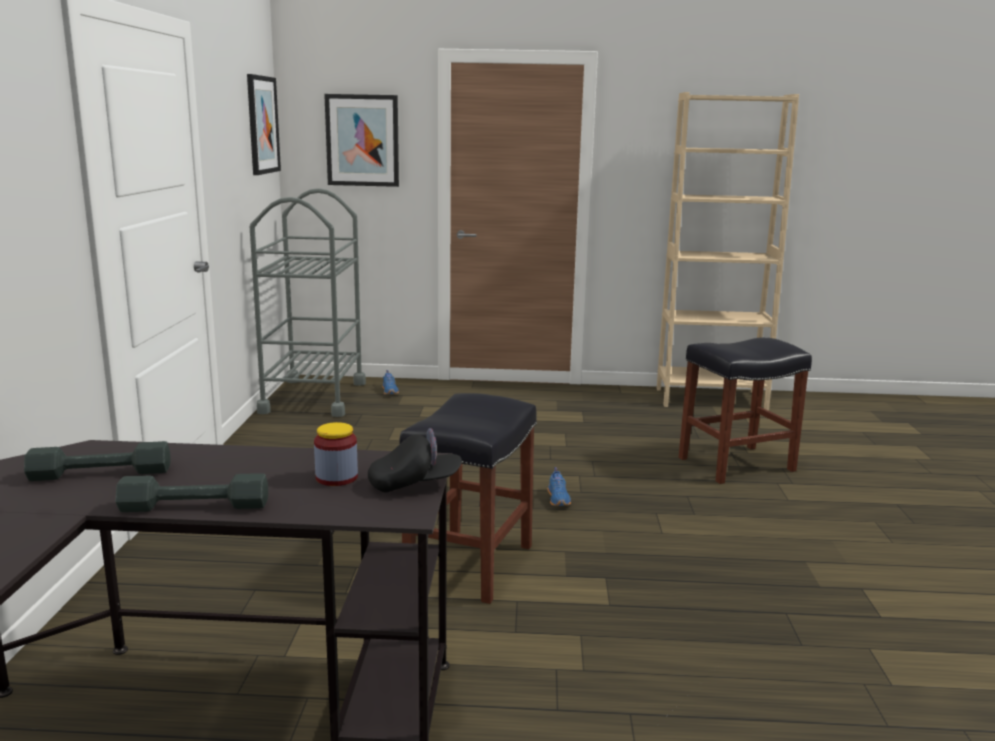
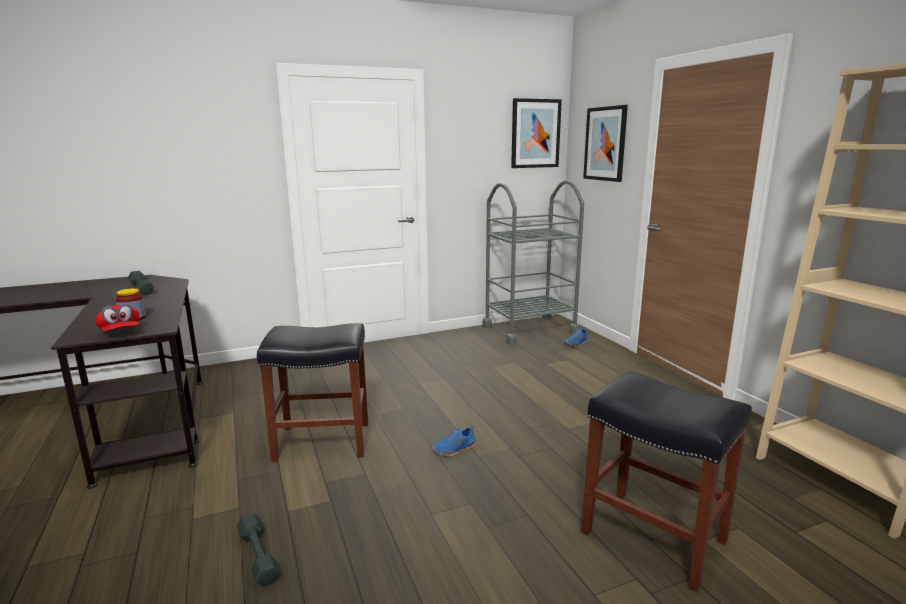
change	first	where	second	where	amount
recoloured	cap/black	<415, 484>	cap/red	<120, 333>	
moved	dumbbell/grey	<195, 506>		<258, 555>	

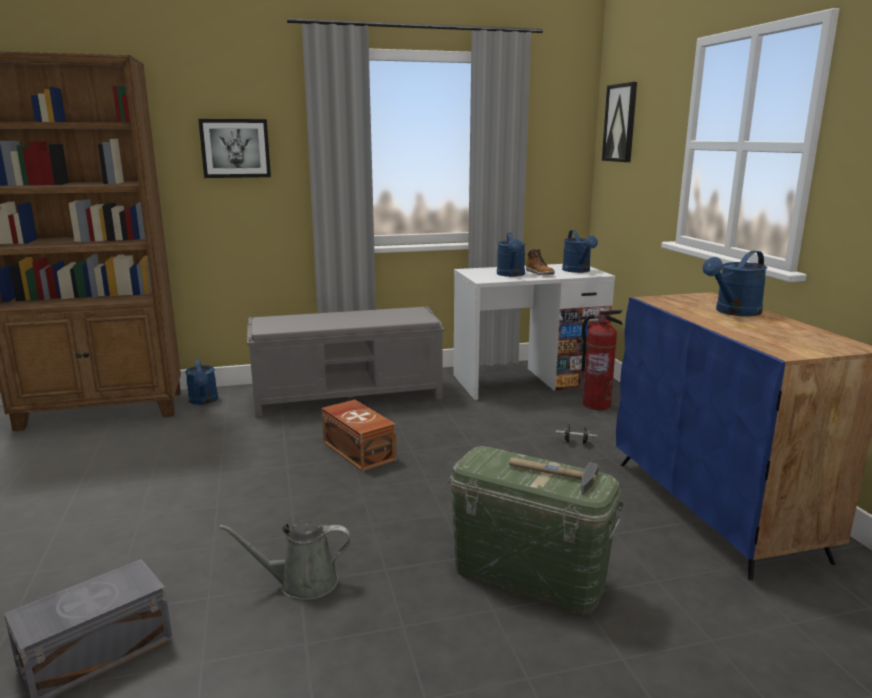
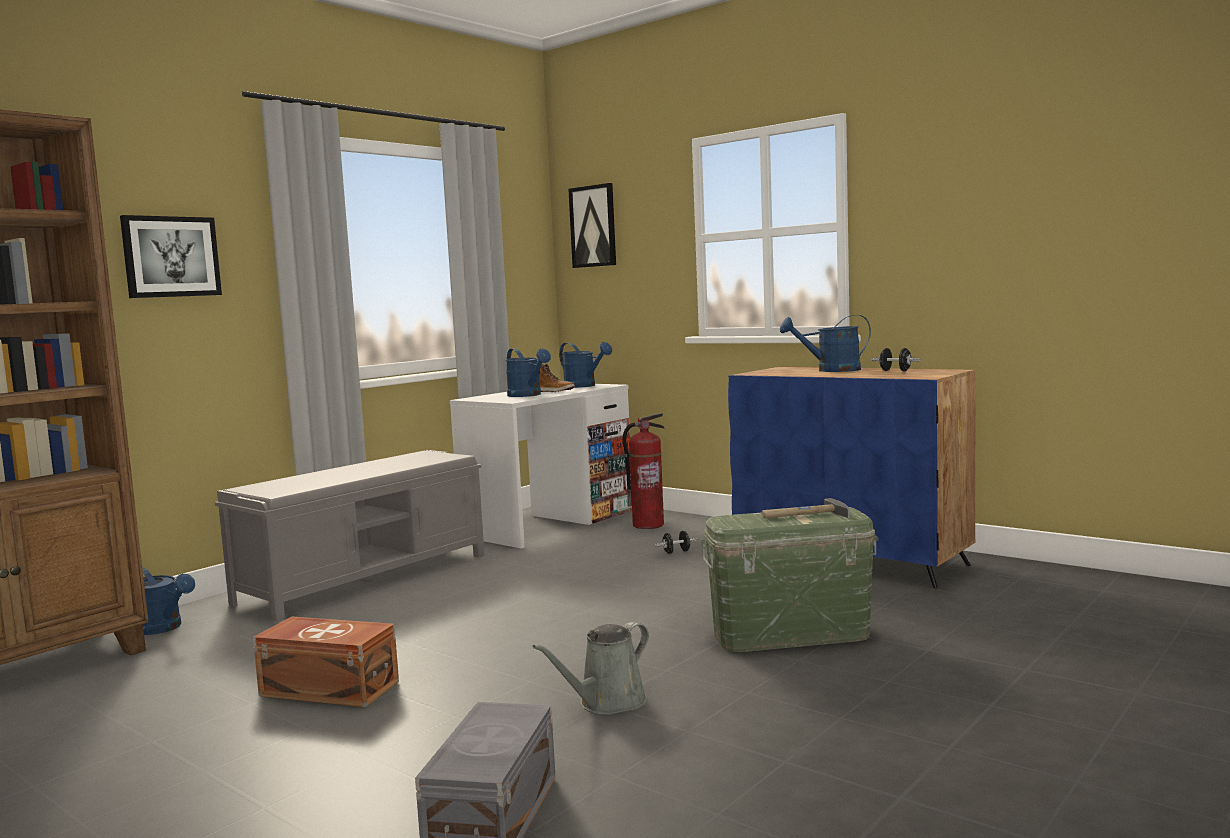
change	first	where	second	where	amount
moved	storage box/brown	<359, 450>		<329, 688>	
turned	watering can/blue	<733, 312>		<830, 370>	75 degrees clockwise
added			dumbbell/black	<895, 371>	

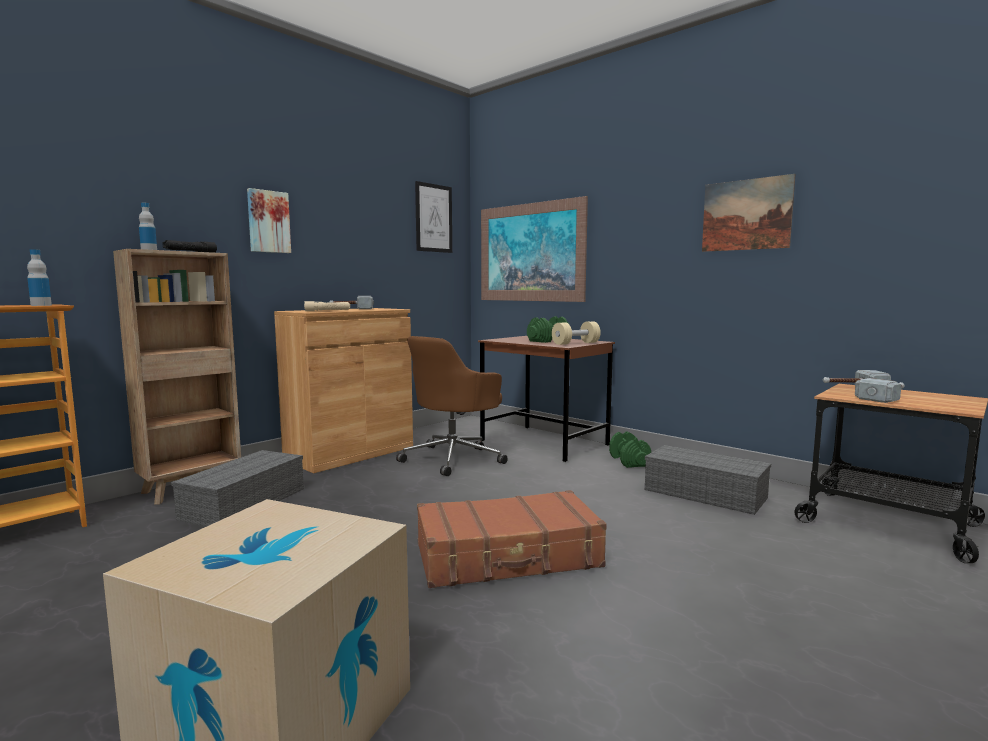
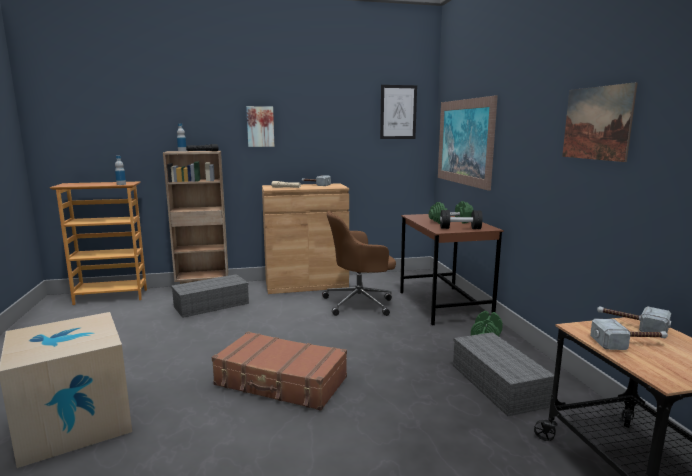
change	first	where	second	where	amount
recoloured	dumbbell/beige	<575, 343>	dumbbell/black	<460, 228>	

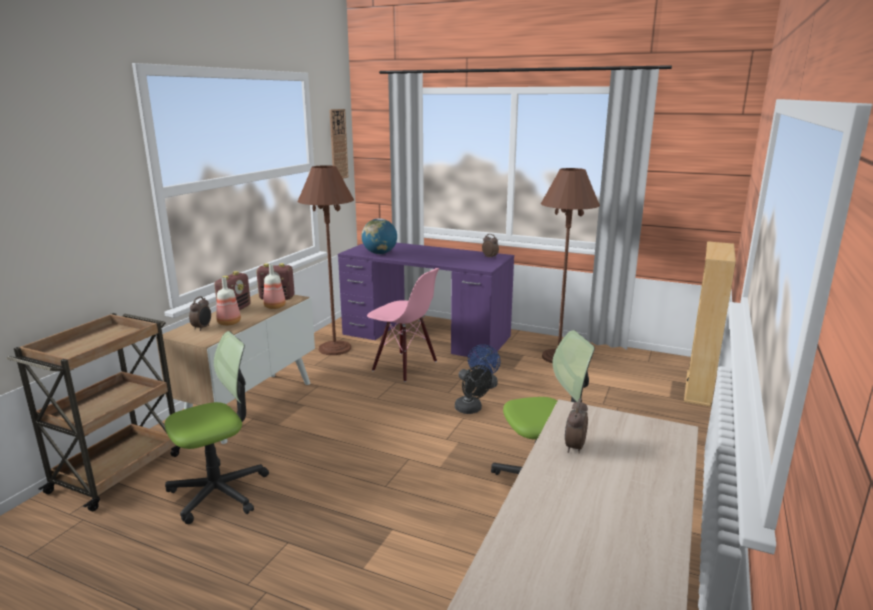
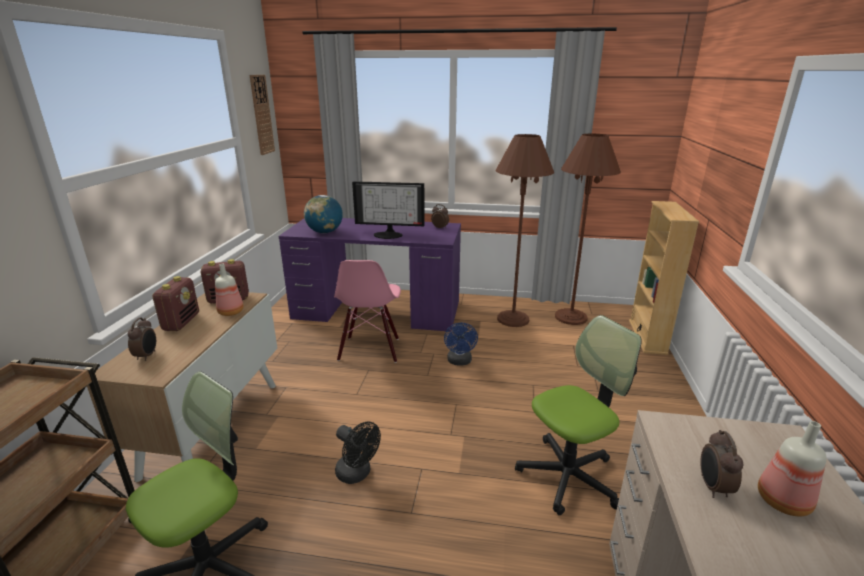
change	first	where	second	where	amount
turned	chair/pink	<404, 366>		<370, 350>	75 degrees clockwise
moved	fan/black	<471, 410>		<357, 474>	
added			monitor	<389, 234>	
moved	floor lamp/brown	<335, 348>		<571, 317>	
moved	bottle	<228, 323>		<781, 501>	

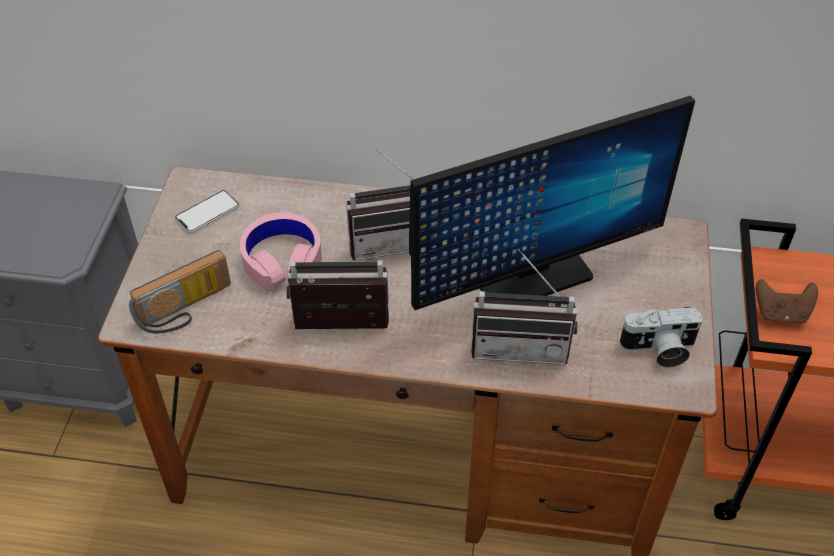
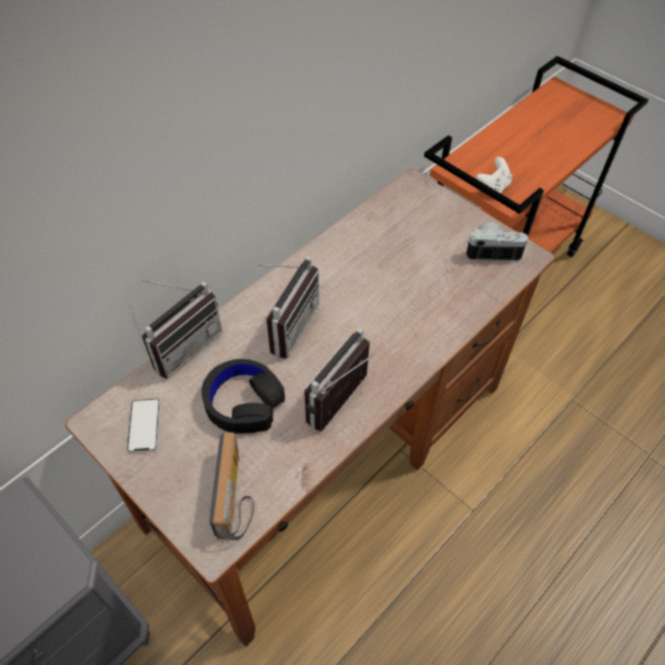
change	first	where	second	where	amount
moved	radio	<521, 345>		<183, 345>	
recoloured	headphones/pink	<282, 260>	headphones/black	<243, 402>	
turned	photo camera	<659, 350>		<492, 250>	120 degrees counterclockwise
recoloured	game controller/brown	<781, 314>	game controller/white	<493, 187>	
removed	monitor	<531, 276>			

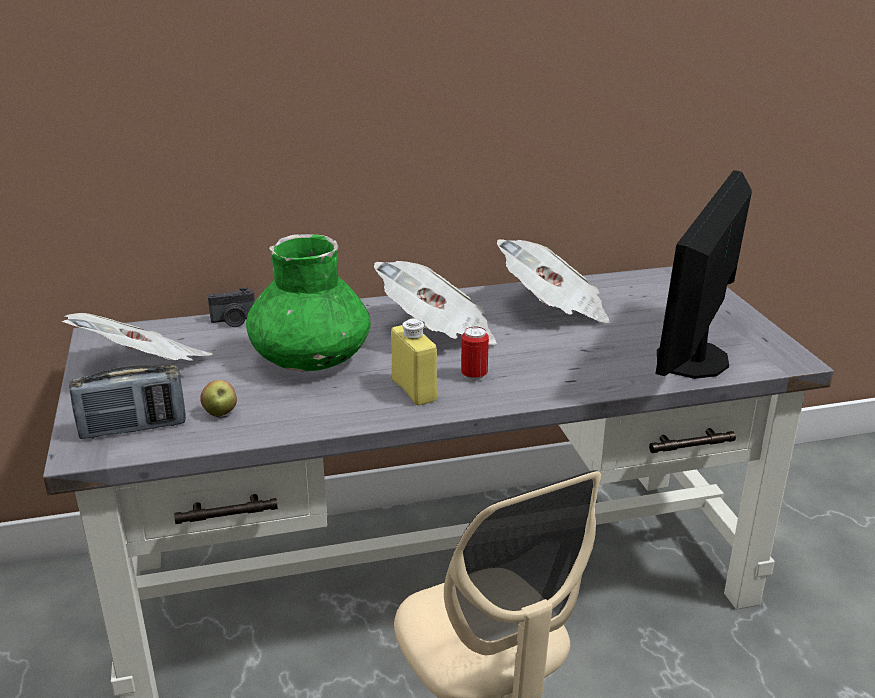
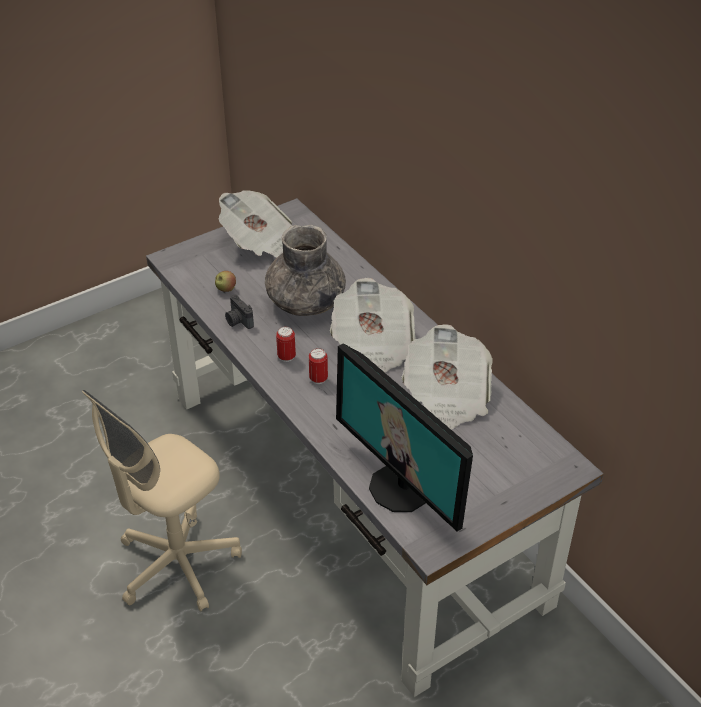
change	first	where	second	where	amount
moved	photo camera	<234, 321>		<238, 321>	
recoloured	vase/green	<310, 359>	vase/grey	<305, 302>	
replaced	bottle/yellow	<414, 390>	can	<286, 357>	
turned	monitor	<694, 360>		<400, 488>	135 degrees counterclockwise
removed	radio	<133, 428>			

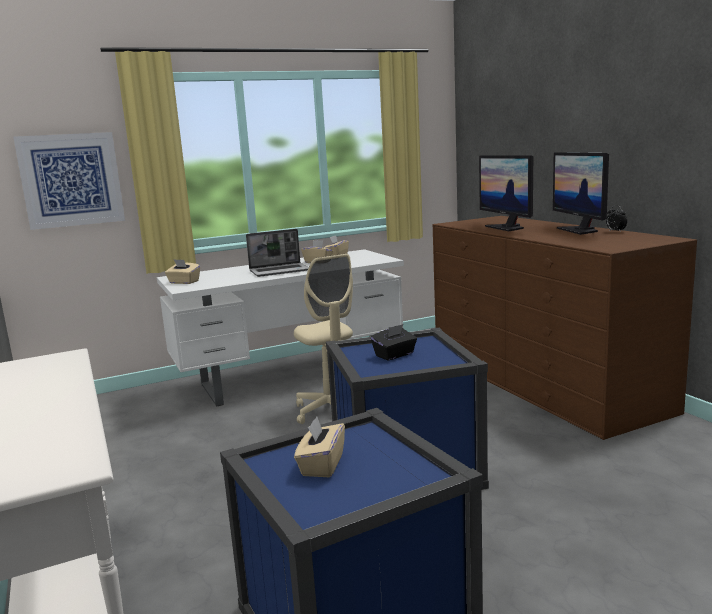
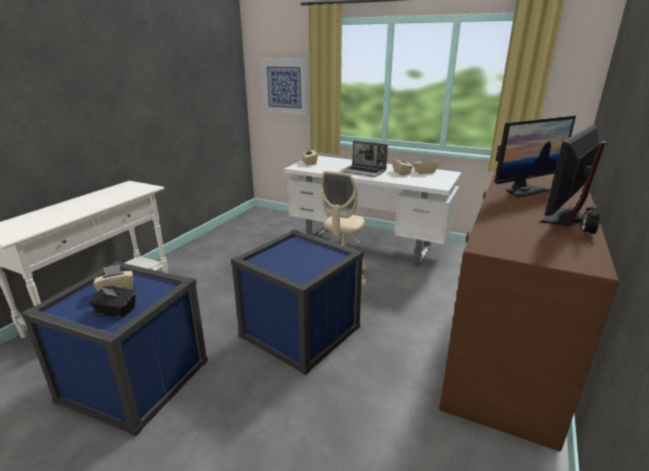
change	first	where	second	where	amount
moved	tissue box/black	<395, 355>		<115, 311>	
turned	monitor	<507, 227>		<524, 190>	150 degrees counterclockwise

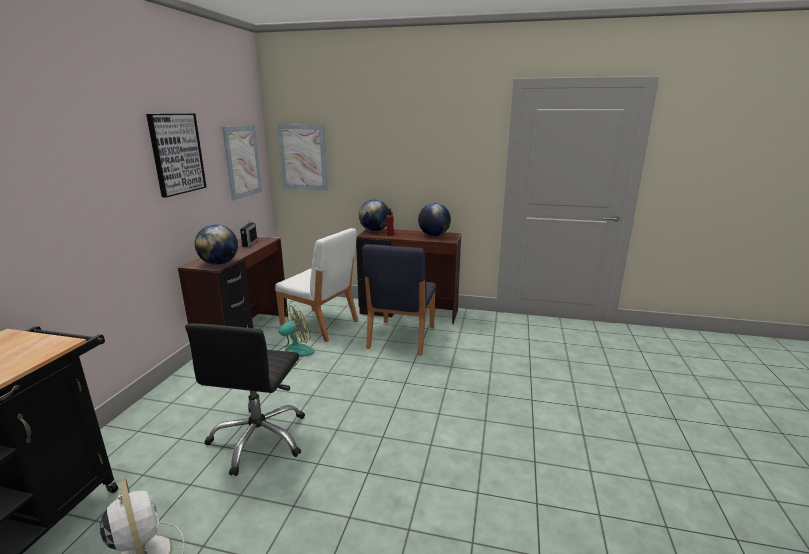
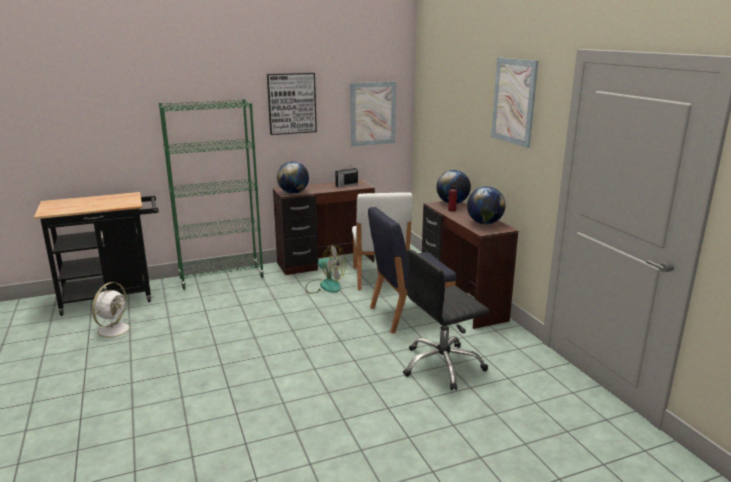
change	first	where	second	where	amount
added			bookcase/green	<221, 278>	
moved	office chair/black	<259, 439>		<442, 366>	
moved	picture	<303, 157>		<514, 101>	

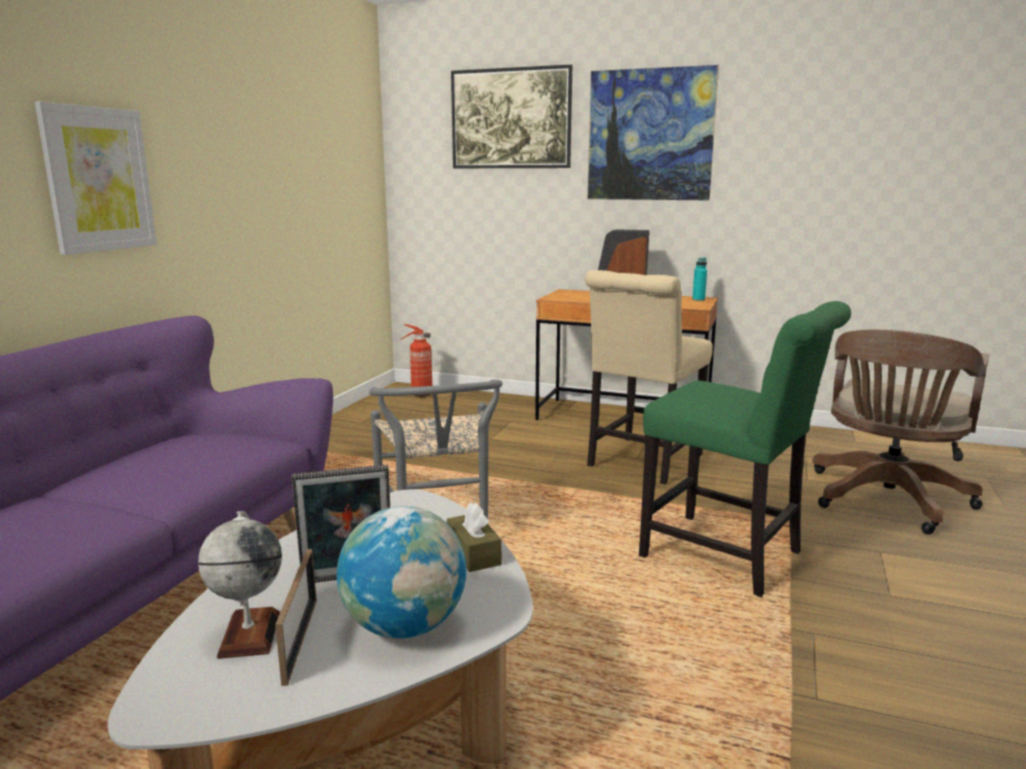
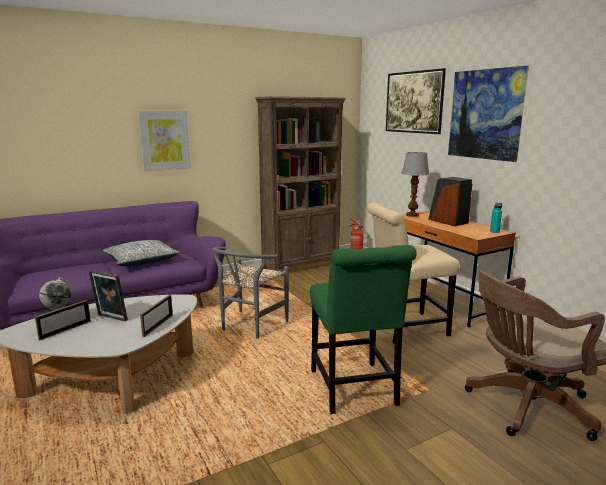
change	first	where	second	where	amount
added			pillow	<142, 261>	
replaced	tissue box/brown	<473, 553>	picture frame	<158, 325>	
added			bookcase/brown	<301, 266>	
added			table lamp	<413, 215>	
removed	globe	<405, 626>			

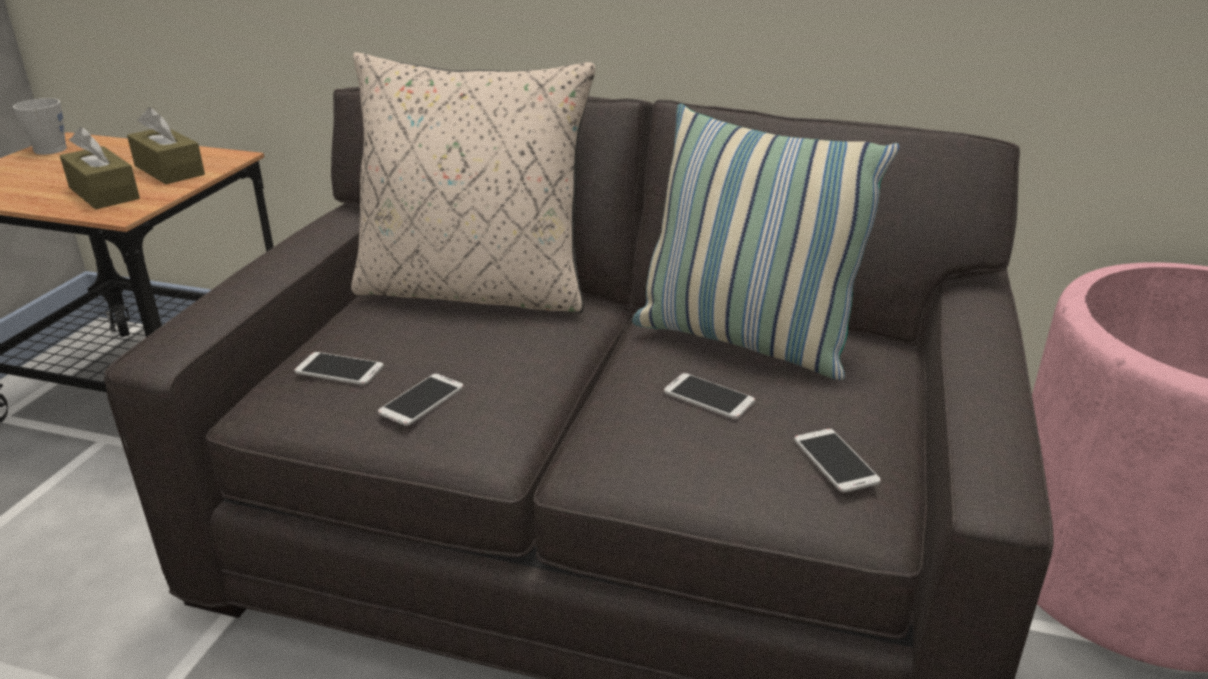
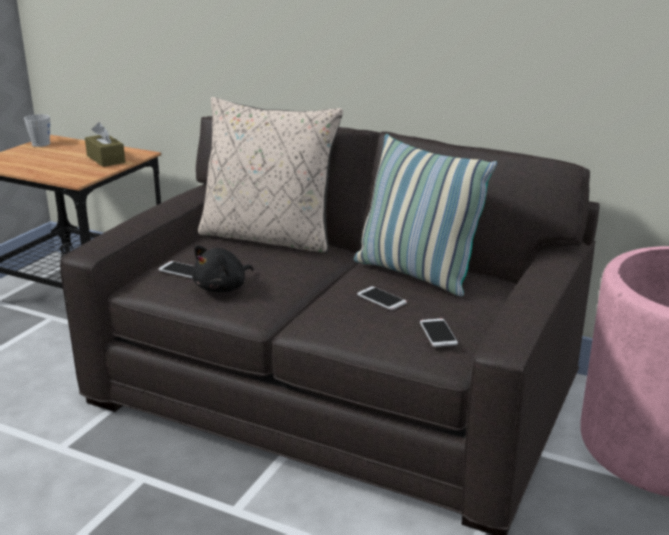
change	first	where	second	where	amount
replaced	phone	<421, 400>	plush toy/black	<223, 288>	
removed	tissue box/brown	<104, 193>			

